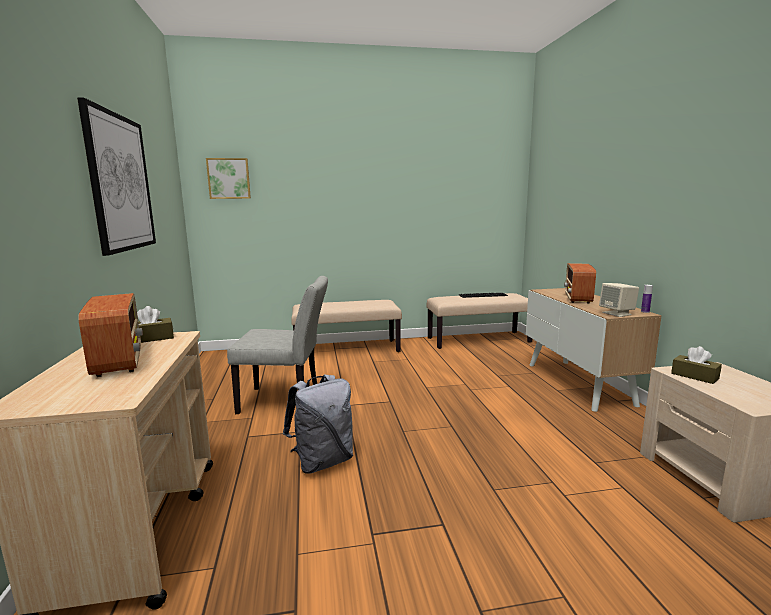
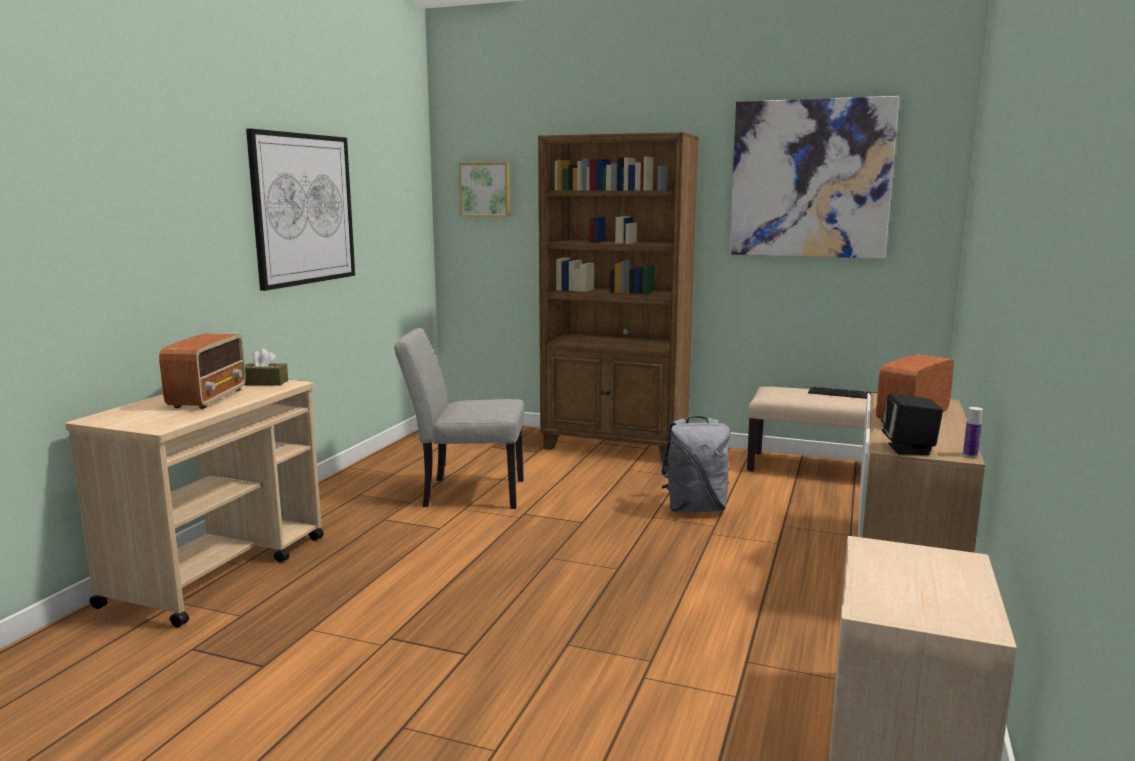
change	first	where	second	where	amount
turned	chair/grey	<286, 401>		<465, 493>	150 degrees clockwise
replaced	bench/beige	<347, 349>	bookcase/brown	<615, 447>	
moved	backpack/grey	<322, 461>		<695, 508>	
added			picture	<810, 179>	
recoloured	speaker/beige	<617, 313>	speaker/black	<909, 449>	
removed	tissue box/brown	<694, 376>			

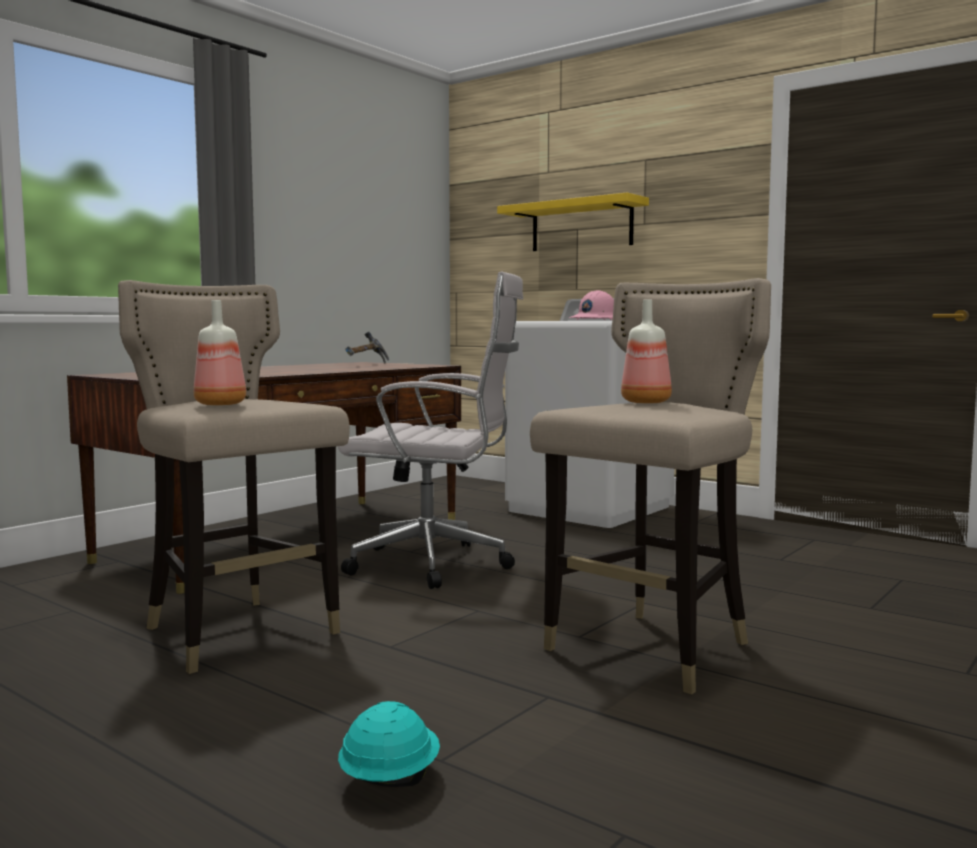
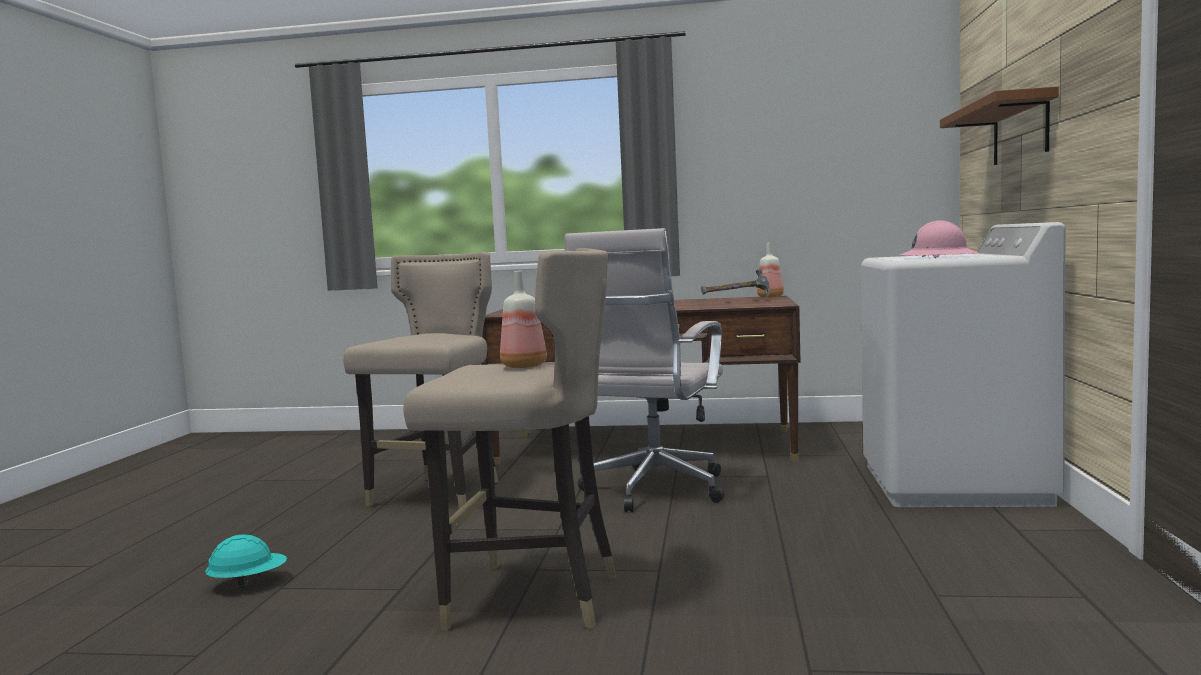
change	first	where	second	where	amount
turned	office chair/white	<437, 565>		<652, 491>	45 degrees clockwise
moved	bottle	<222, 404>		<771, 297>	
recoloured	shelf/yellow	<581, 226>	shelf/brown	<1020, 131>	

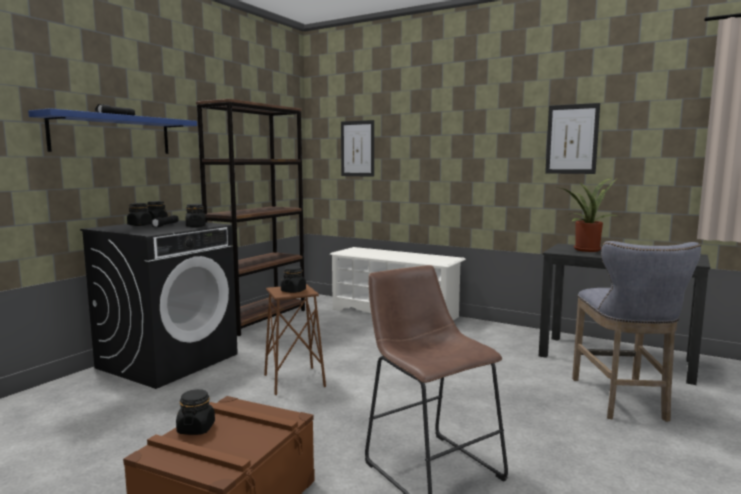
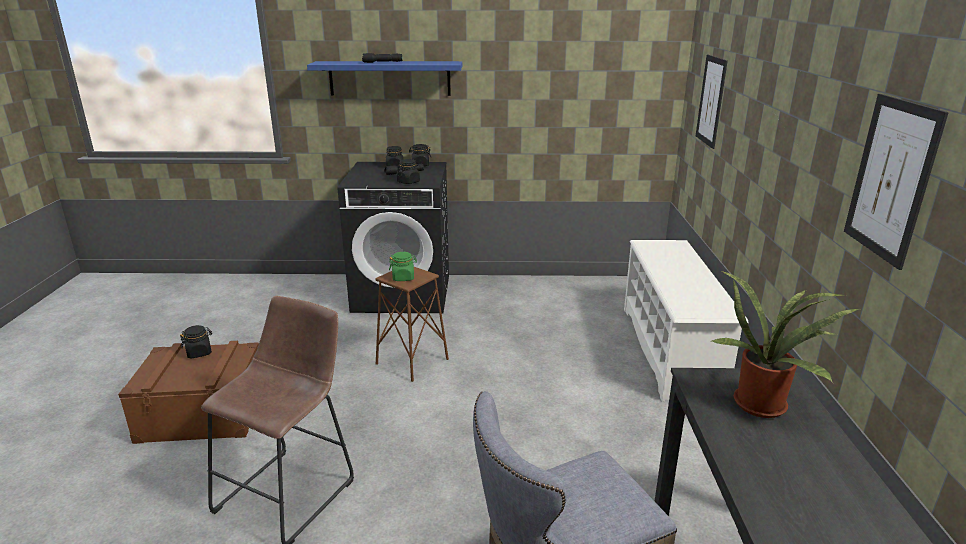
change	first	where	second	where	amount
recoloured	jar/black	<293, 291>	jar/green	<403, 278>	
removed	bookcase/brown	<259, 319>			

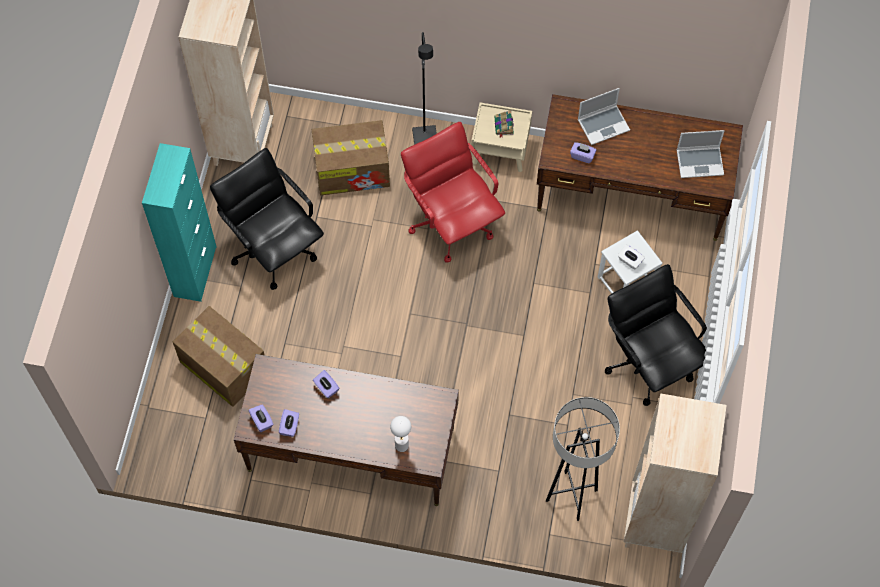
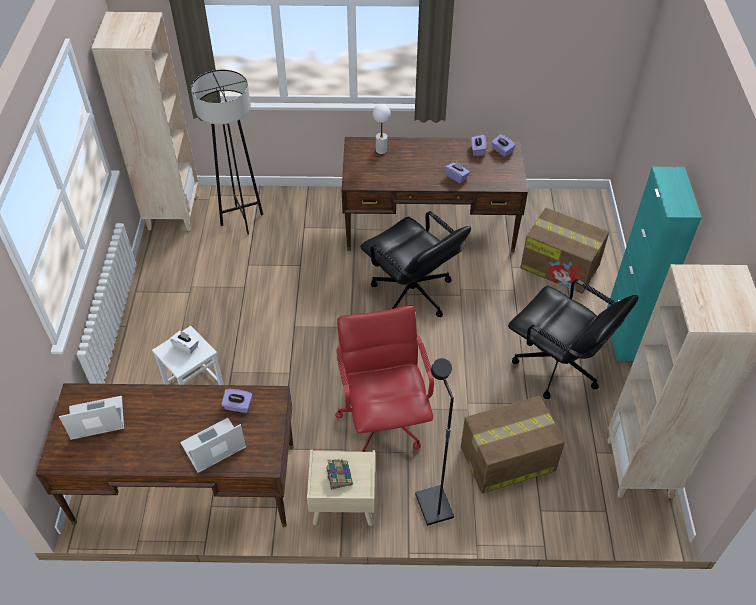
change	first	where	second	where	amount
turned	office chair/red	<452, 222>		<384, 419>	150 degrees counterclockwise
moved	office chair/black	<649, 362>		<412, 294>	

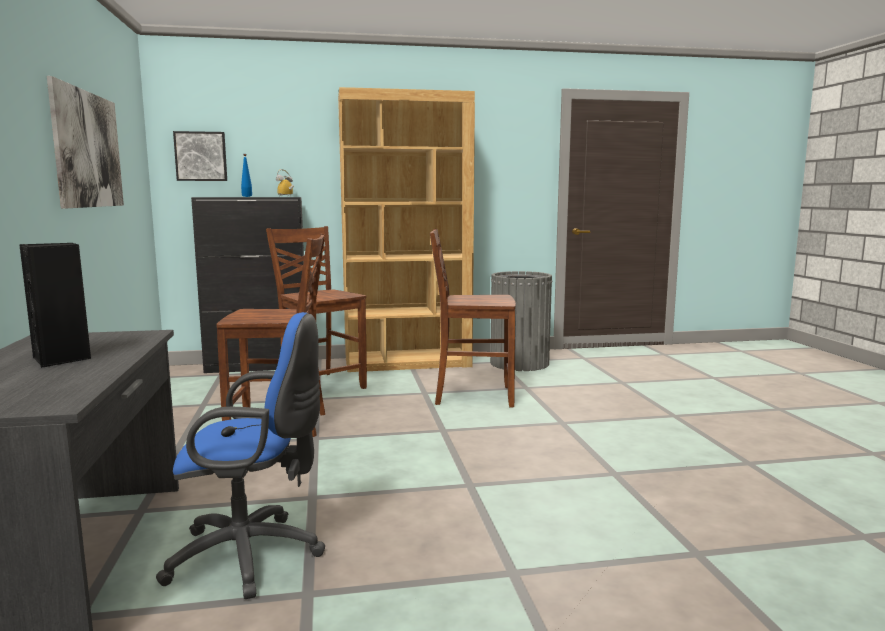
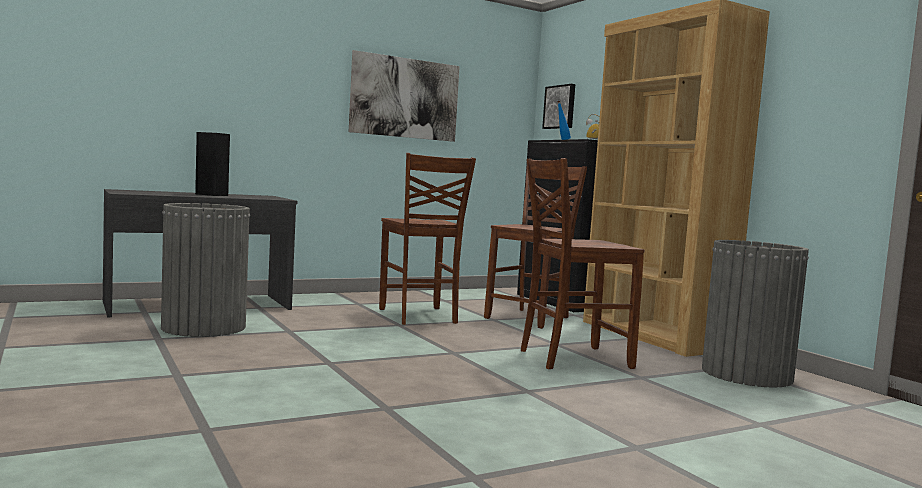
change	first	where	second	where	amount
replaced	office chair/blue	<253, 556>	trash can/grey	<203, 327>	
turned	chair/brown	<472, 396>		<572, 358>	90 degrees counterclockwise

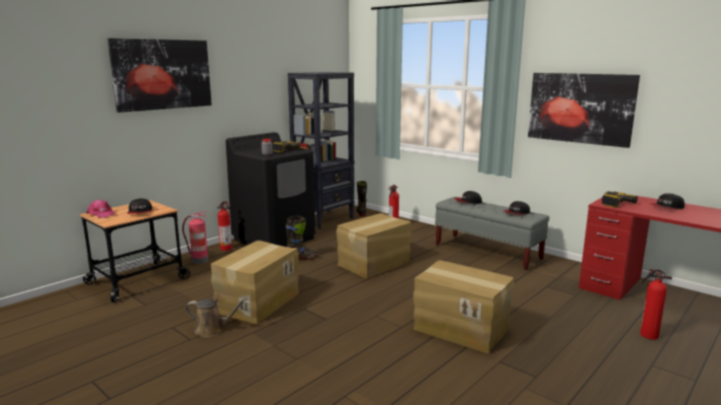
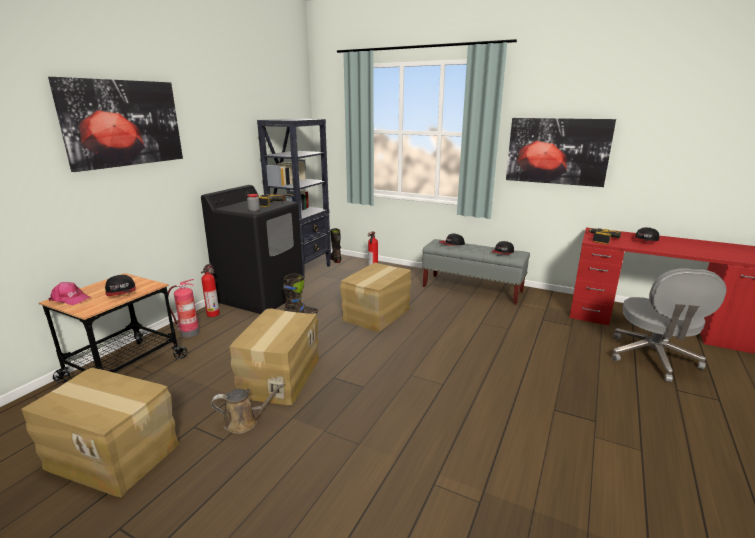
change	first	where	second	where	amount
moved	cardboard box	<461, 328>		<114, 454>	
replaced	fire extinguisher	<647, 335>	office chair/grey	<653, 358>	

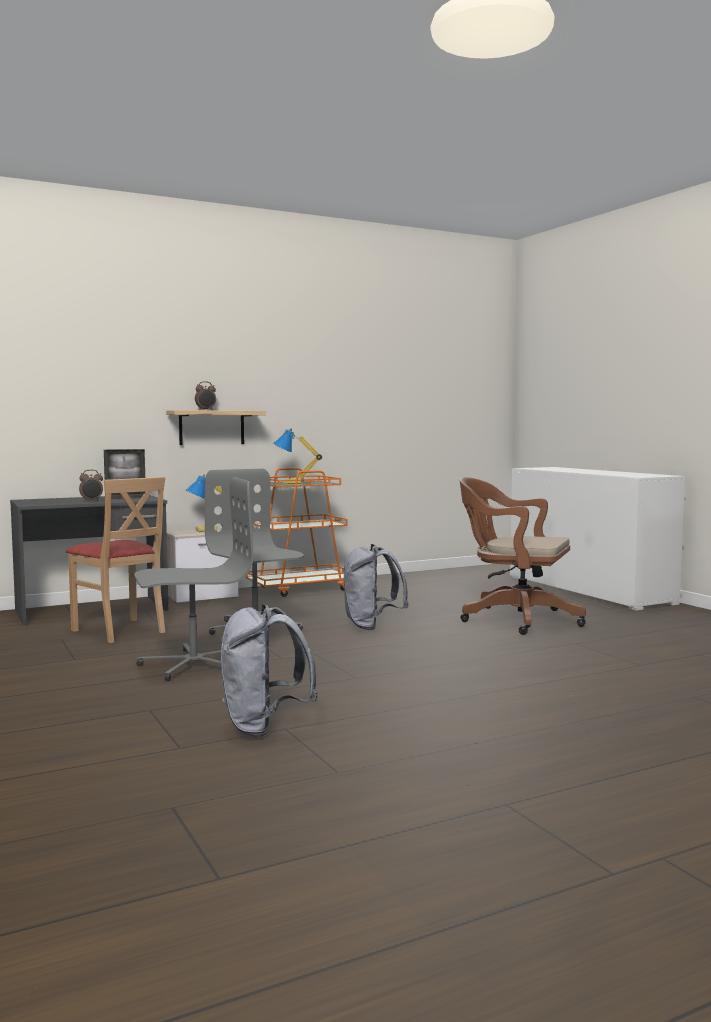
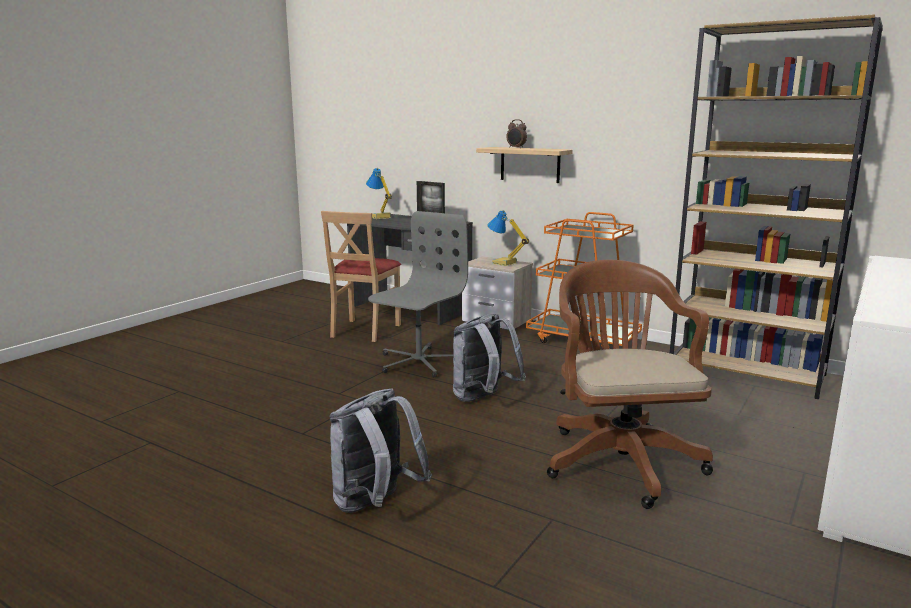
change	first	where	second	where	amount
moved	backpack/grey	<263, 727>		<375, 505>	
moved	table lamp	<293, 483>		<379, 217>	
added			bookcase/brown	<747, 372>	
removed	alarm clock	<91, 501>			
removed	office chair/grey	<193, 664>			

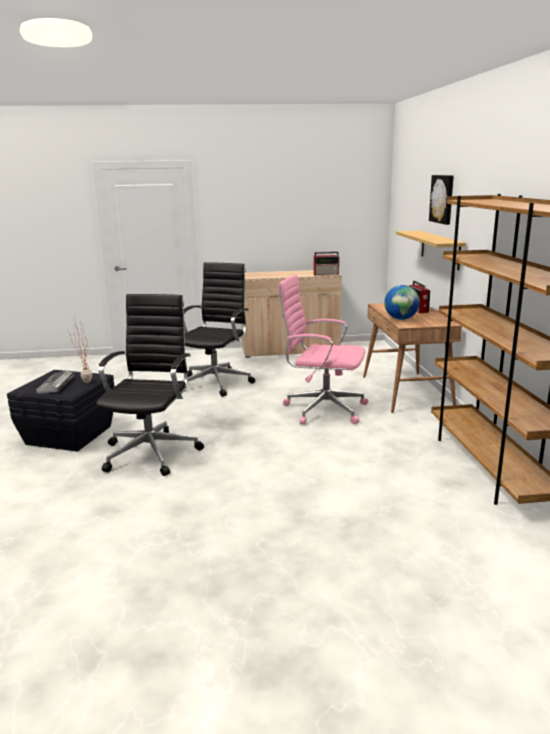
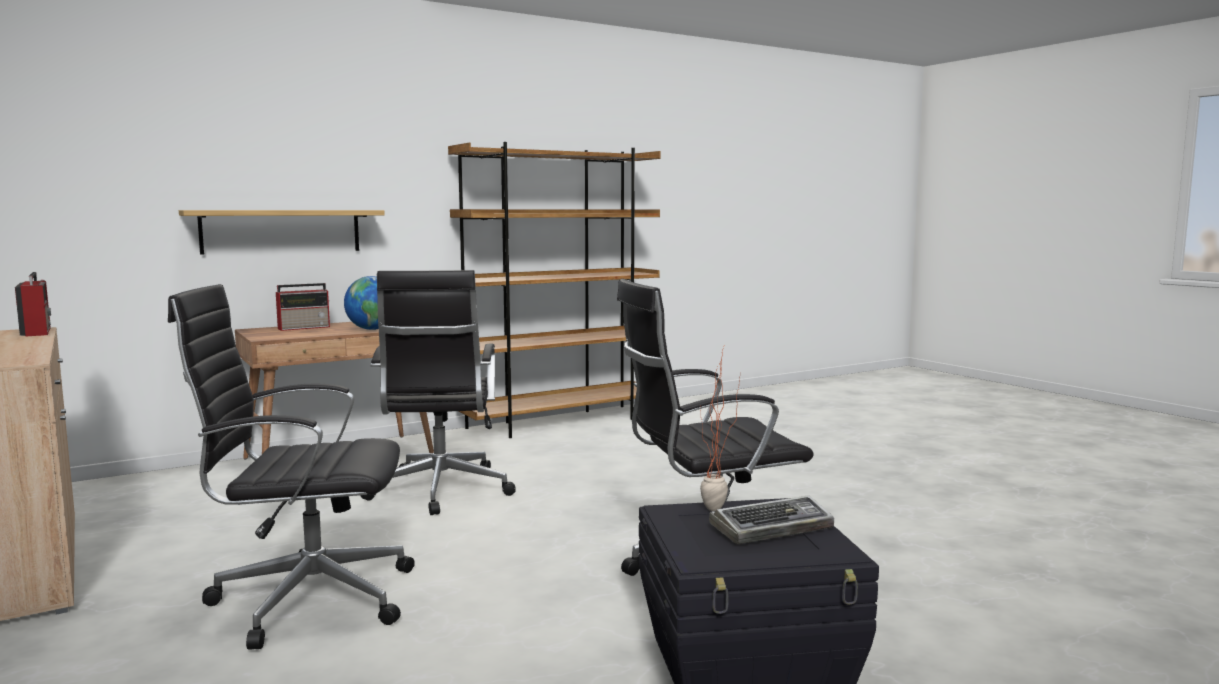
change	first	where	second	where	amount
recoloured	office chair/pink	<322, 409>	office chair/black	<439, 491>	
removed	picture	<443, 199>			

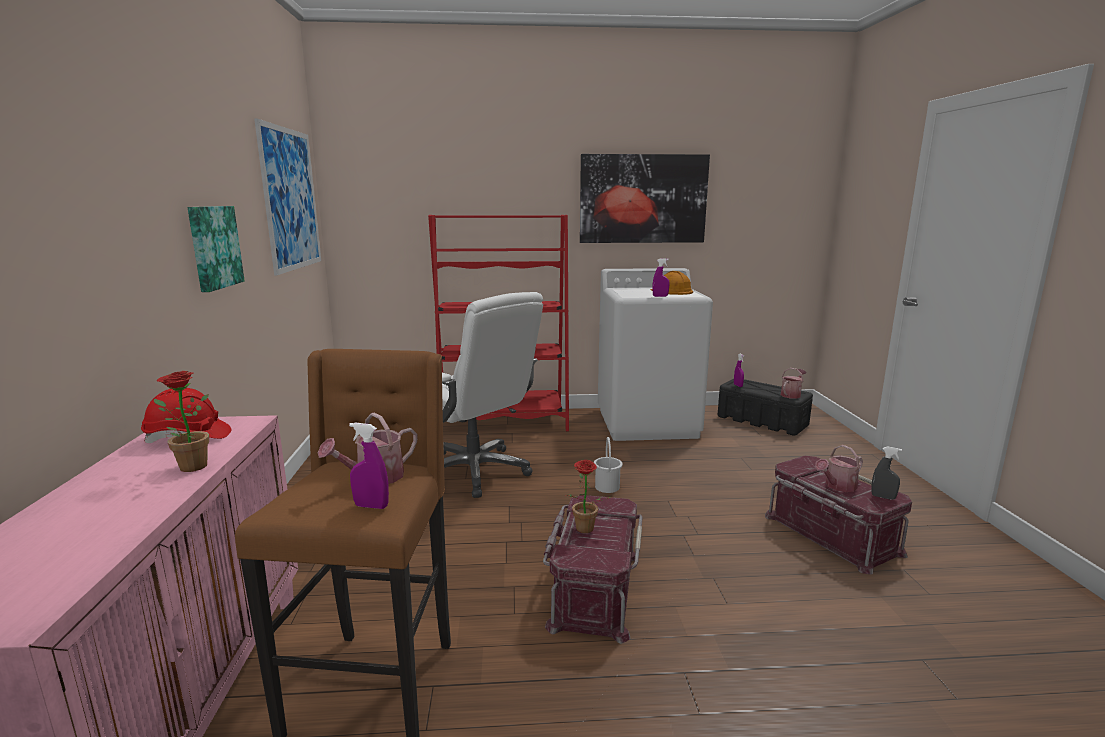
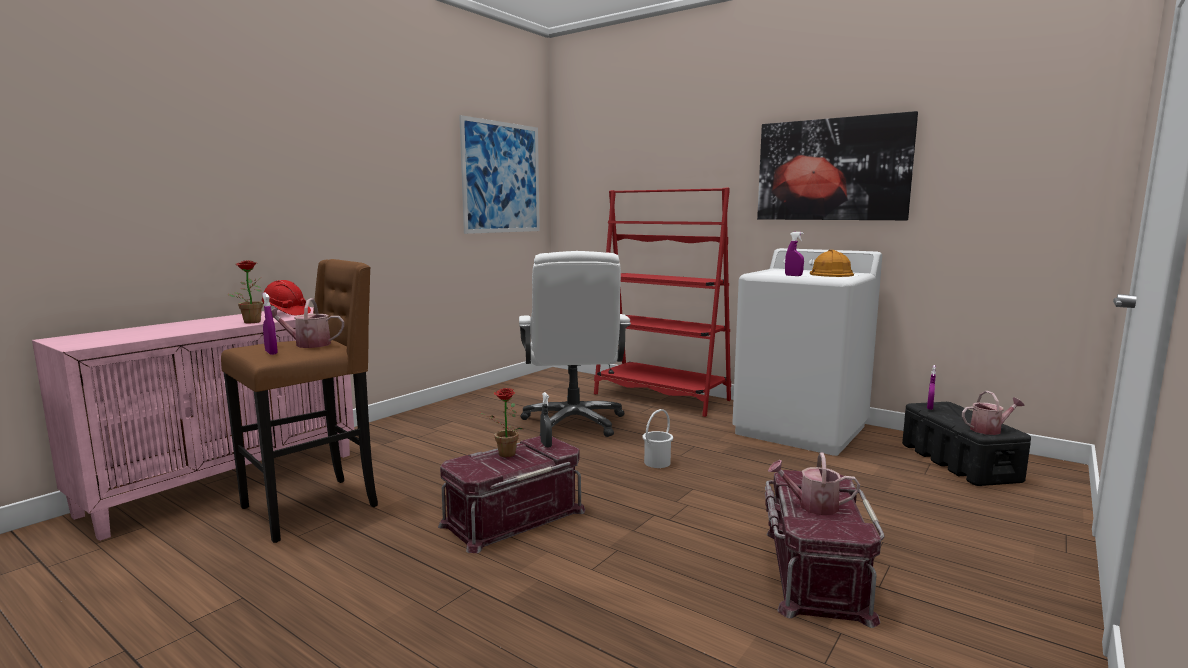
change	first	where	second	where	amount
moved	spray bottle/grey	<883, 497>		<546, 445>	
removed	picture	<213, 247>			

